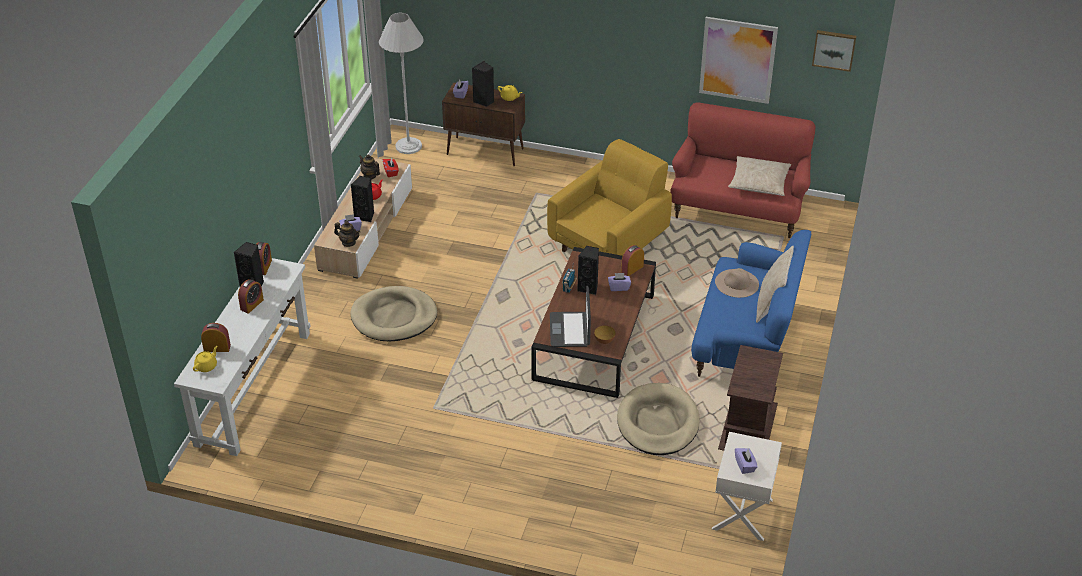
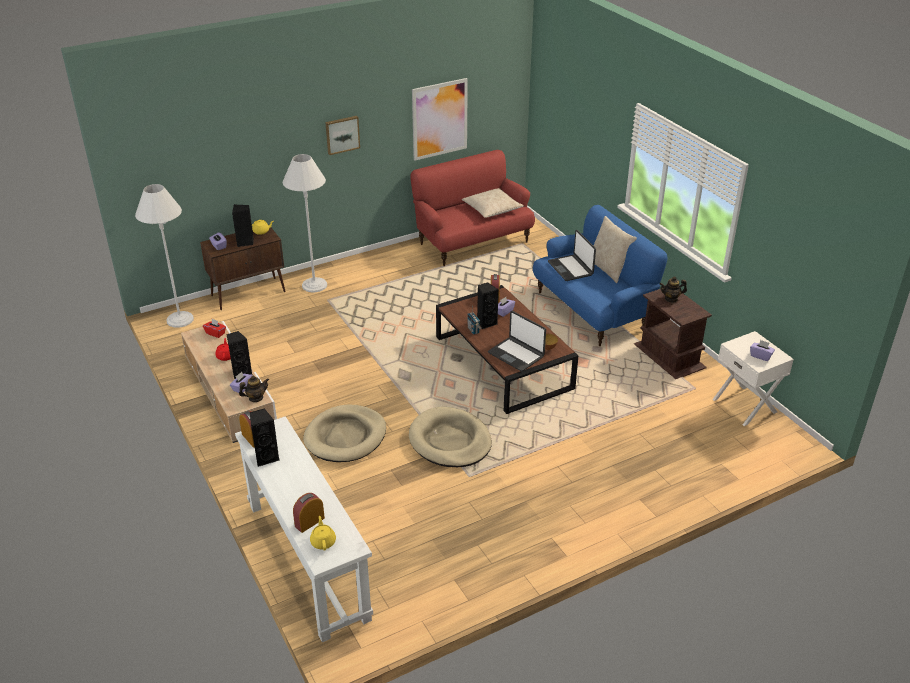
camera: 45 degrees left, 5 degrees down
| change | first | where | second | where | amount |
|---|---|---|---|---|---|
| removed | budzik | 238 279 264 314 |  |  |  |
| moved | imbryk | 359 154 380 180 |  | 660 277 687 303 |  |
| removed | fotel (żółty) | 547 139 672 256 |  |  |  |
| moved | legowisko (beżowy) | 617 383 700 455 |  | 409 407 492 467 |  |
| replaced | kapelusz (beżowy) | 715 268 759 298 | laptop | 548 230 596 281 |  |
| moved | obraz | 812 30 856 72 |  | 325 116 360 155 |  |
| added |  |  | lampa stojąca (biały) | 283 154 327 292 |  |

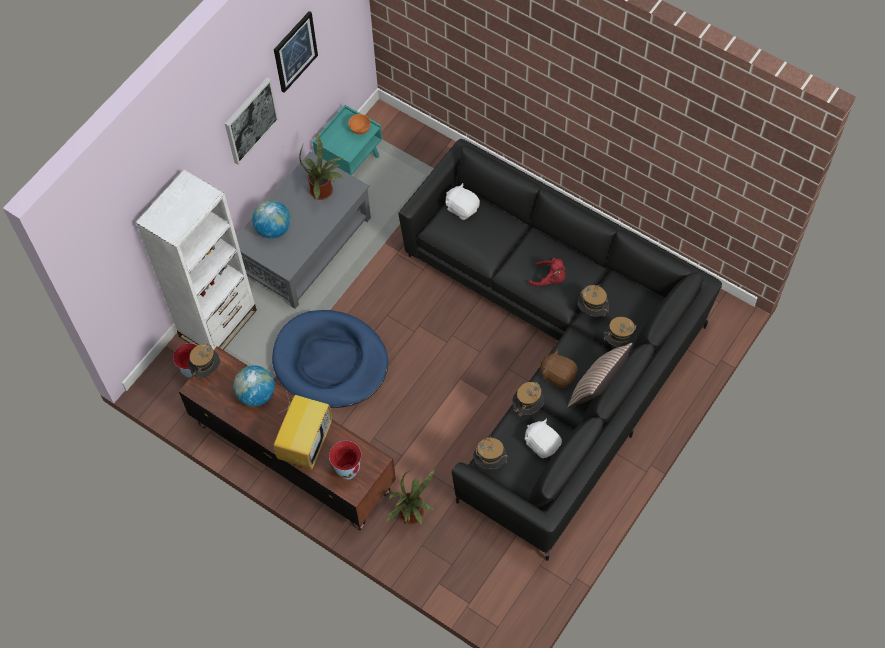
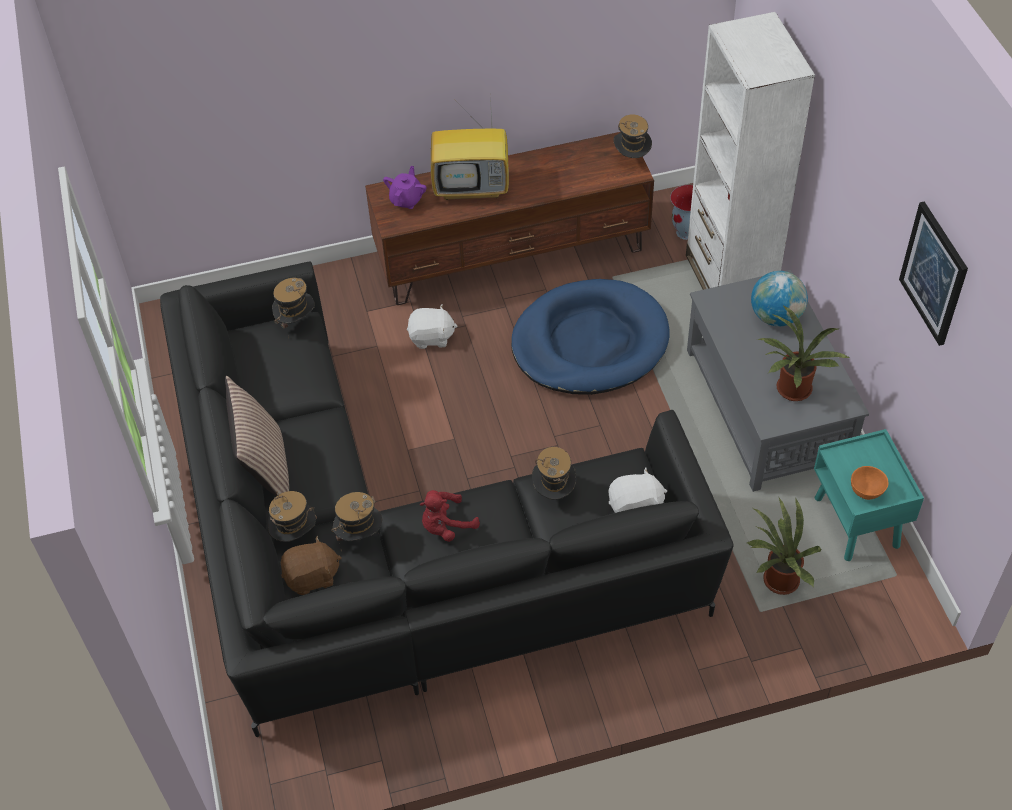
camera: 130 degrees right, 10 degrees down
| change | first | where | second | where | amount |
|---|---|---|---|---|---|
| removed | obraz | 225 77 279 165 |  |  |  |
| removed | globus | 233 365 275 407 |  |  |  |
| turned | telewizor | 274 391 332 469 |  | 431 95 509 200 | 60 degrees counterclockwise |
| replaced | wazon | 329 441 361 479 | imbryk (fioletowy) | 383 166 427 209 |  |
| moved | roślina doniczkowa | 386 469 435 524 |  | 747 498 821 595 |  |
| moved | kapelusz | 513 382 545 418 |  | 532 447 576 500 |  |
| moved | pluszak (biały) | 525 418 562 458 |  | 407 304 457 349 |  |
| moved | pluszak (brązowy) | 540 349 578 388 |  | 281 536 342 595 |  |

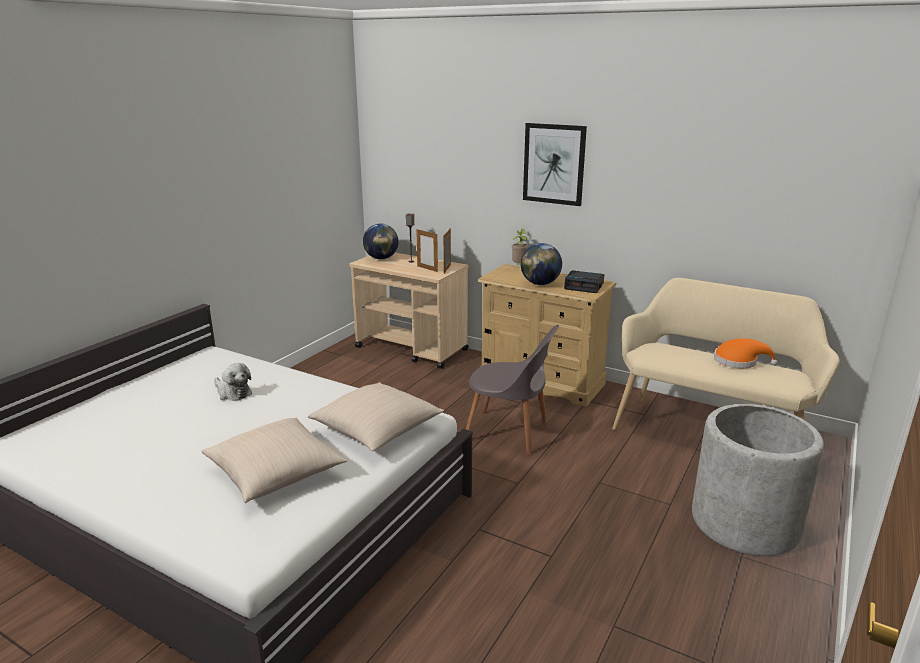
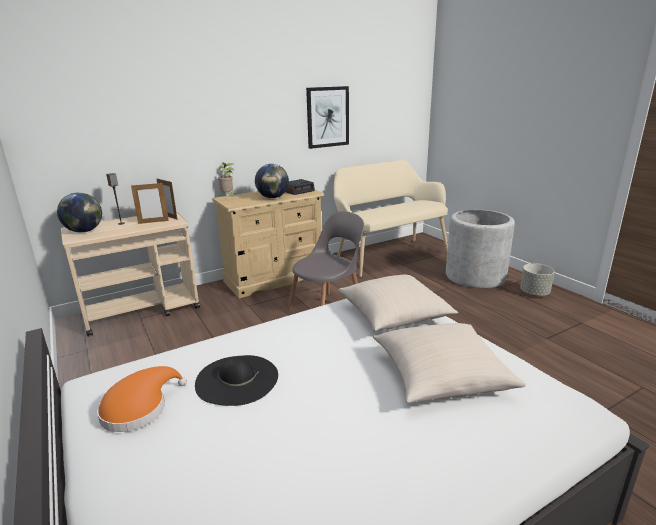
camera: 60 degrees left, 0 degrees up
| change | first | where | second | where | amount |
|---|---|---|---|---|---|
| replaced | pluszak | 214 363 252 401 | kapelusz (czarny) | 195 355 278 406 |  |
| moved | obraz | 523 123 587 206 |  | 306 86 349 149 |  |
| moved | kapelusz (pomarańczowy) | 714 338 778 368 |  | 97 366 187 432 |  |
| added |  |  | donica (szary) | 520 263 555 296 |  |

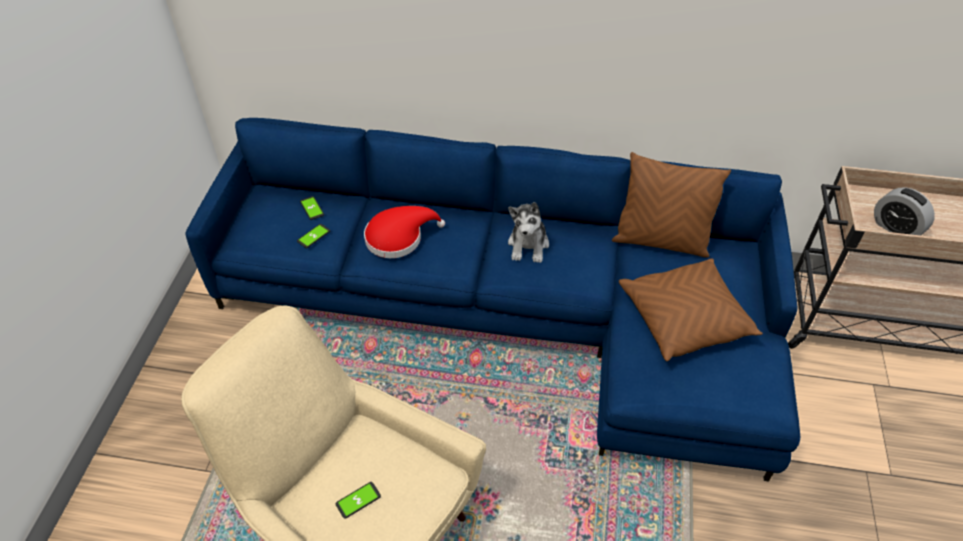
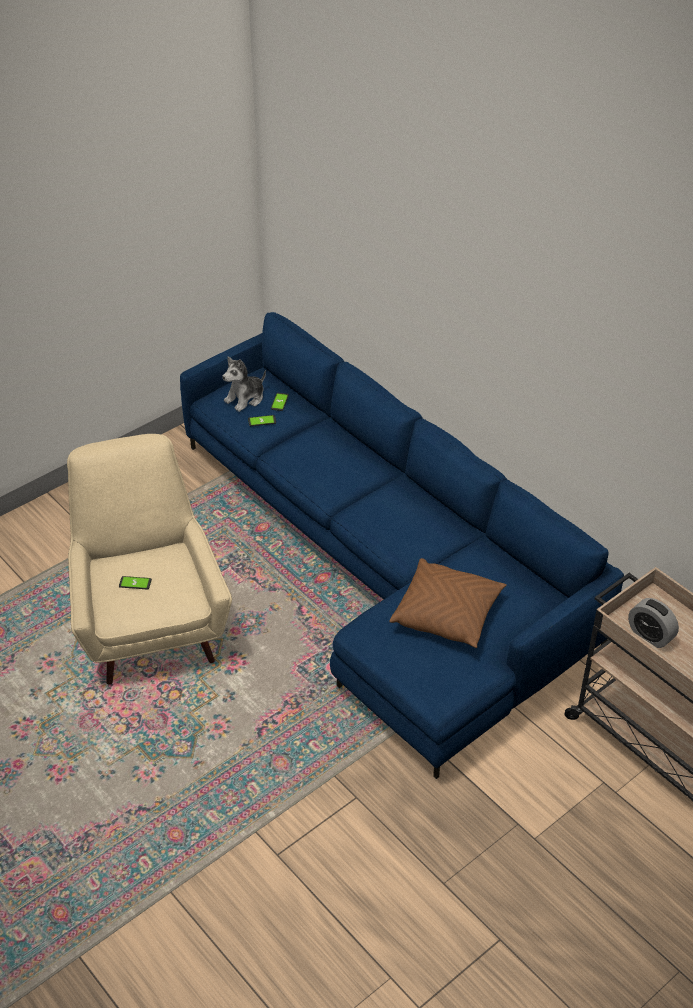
camera: 40 degrees right, 5 degrees down
| change | first | where | second | where | amount |
|---|---|---|---|---|---|
| removed | kapelusz (czerwony) | 364 206 445 258 |  |  |  |
| moved | pluszak | 508 202 549 263 |  | 222 356 266 412 |  |
| removed | poduszka (brązowy) | 612 152 731 258 |  |  |  |
| turned | budzik | 874 187 935 236 |  | 628 598 679 648 | 45 degrees counterclockwise |

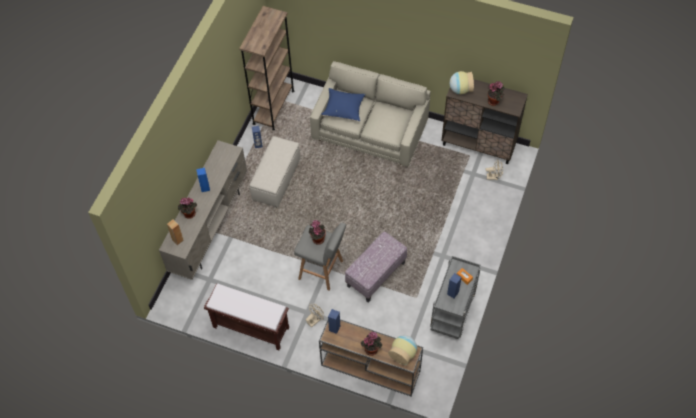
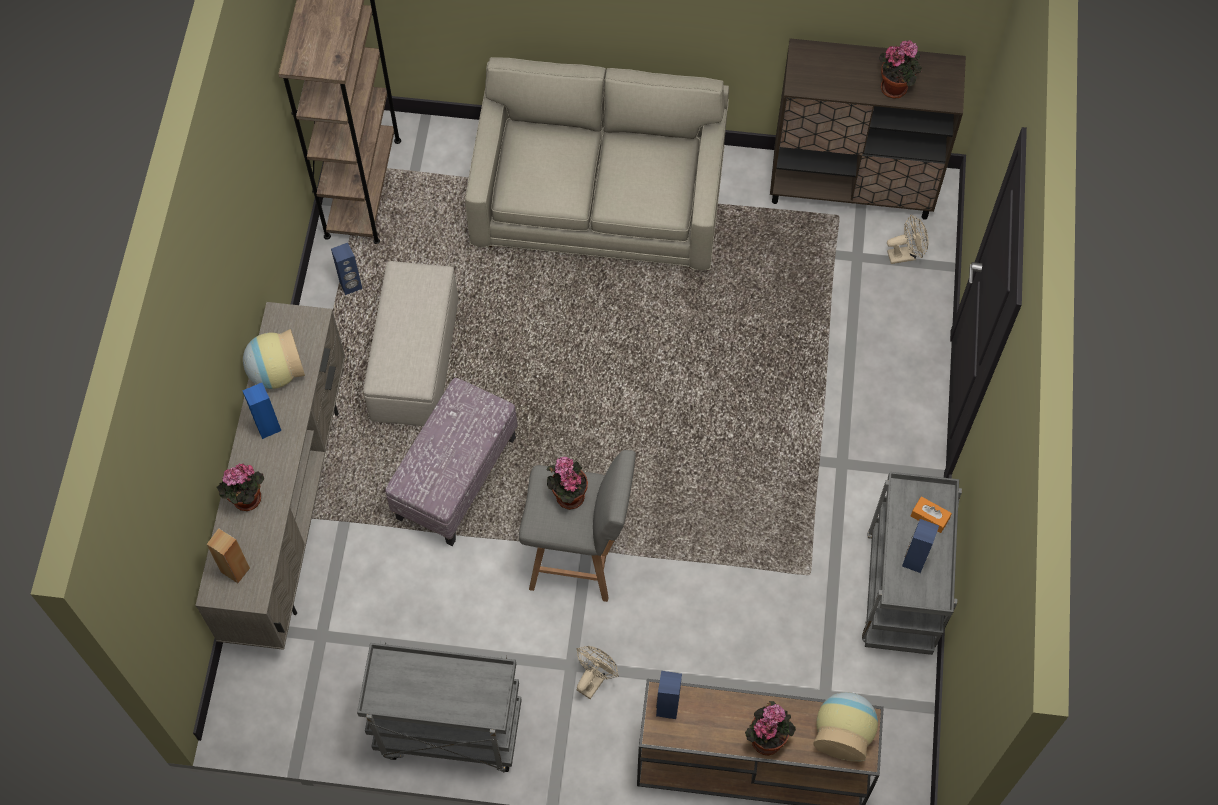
camera: 15 degrees left, 5 degrees up
| change | first | where | second | where | amount |
|---|---|---|---|---|---|
| replaced | ławka (brązowy) | 204 283 289 350 | wózek (szary) | 357 641 522 772 |  |
| removed | poduszka (niebieski) | 321 88 366 121 |  |  |  |
| moved | pufa | 345 231 407 303 |  | 385 378 518 546 |  |
| moved | wazon | 450 71 474 94 |  | 243 329 305 389 |  |

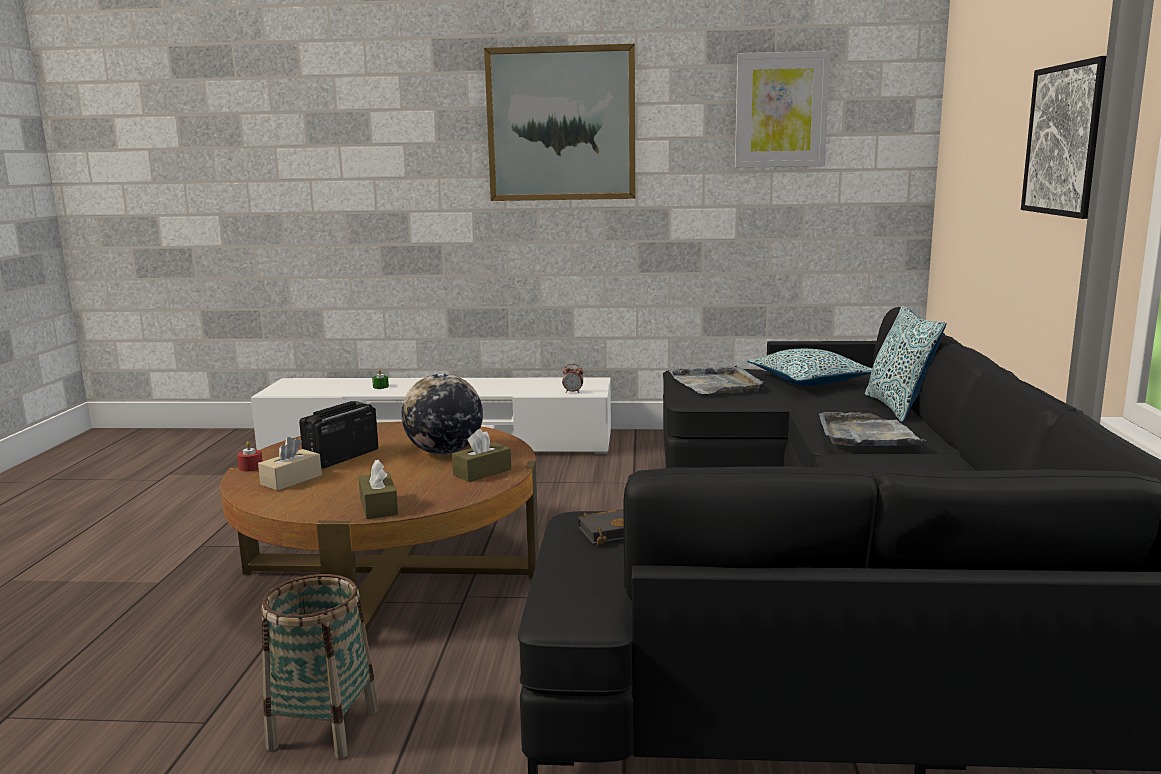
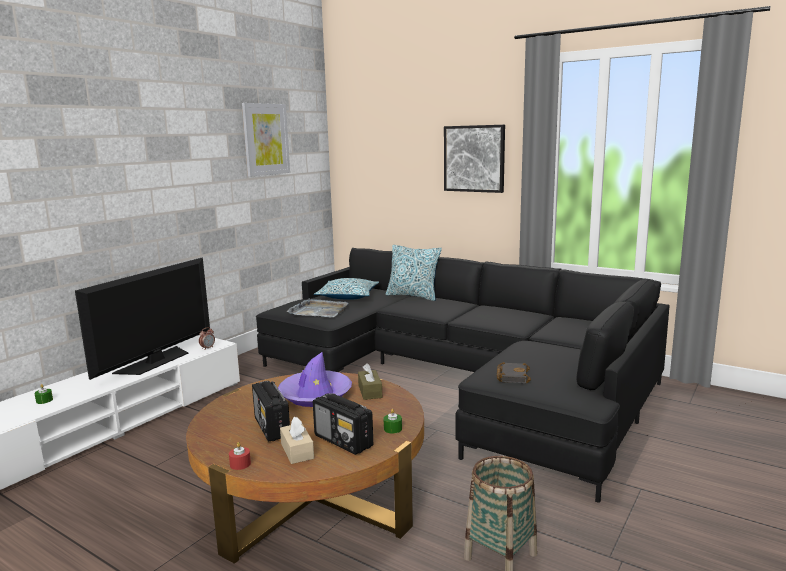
camera: 60 degrees left, 0 degrees up
| change | first | where | second | where | amount |
|---|---|---|---|---|---|
| replaced | pudełko chusteczek (brązowy) | 358 459 398 519 | świeca (zielony) | 384 409 402 434 |  |
| replaced | globus | 401 374 483 455 | kapelusz (fioletowy) | 278 352 352 407 |  |
| removed | obraz | 484 44 635 201 |  |  |  |
| removed | taca (szary) | 819 412 927 446 |  |  |  |
| added |  |  | telewizor | 75 258 210 380 |  |
| added |  |  | radio | 313 393 373 455 |  |

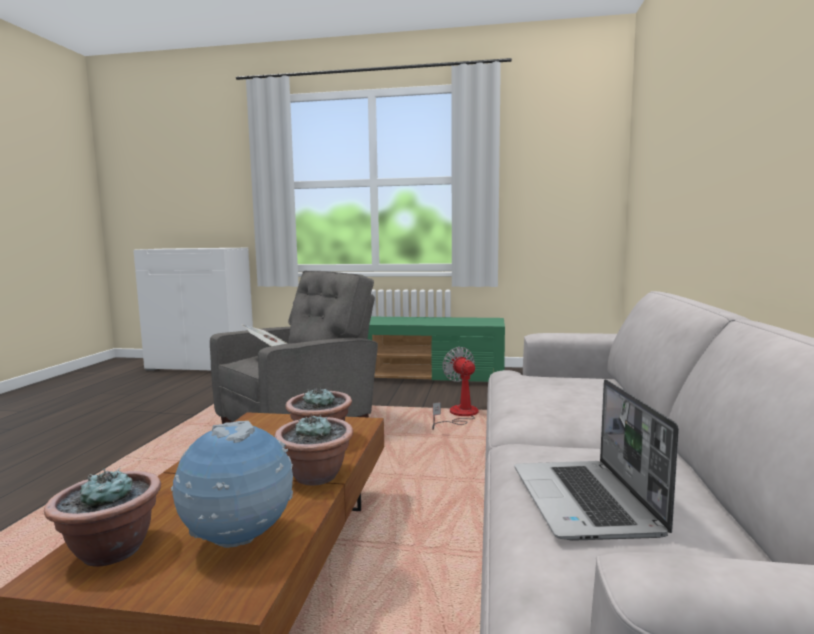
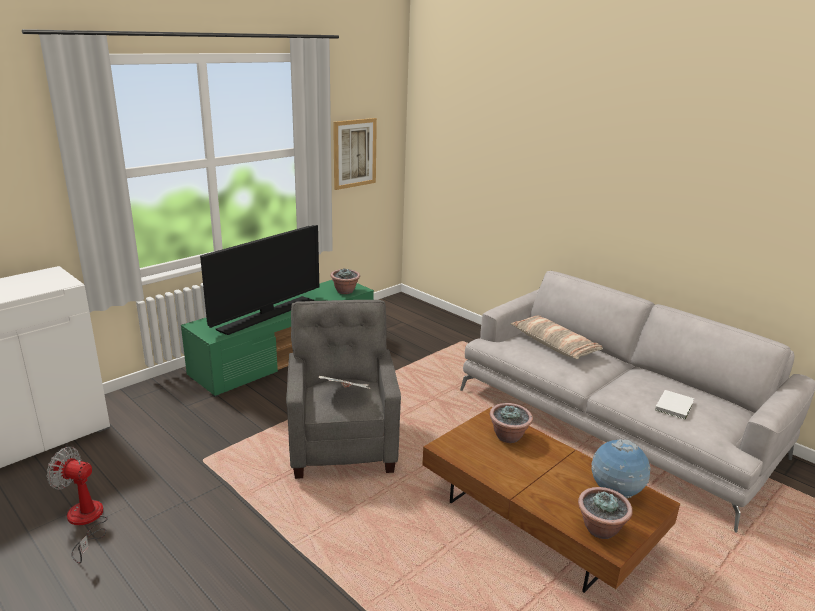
camera: 55 degrees left, 15 degrees up
| change | first | where | second | where | amount |
|---|---|---|---|---|---|
| moved | roślina doniczkowa | 274 414 353 486 |  | 330 269 360 294 |  |
| moved | wentylator | 432 347 478 430 |  | 47 447 108 563 |  |
| replaced | laptop | 514 379 679 541 | książka (biały) | 655 390 694 420 |  |
| added |  |  | telewizor | 200 225 319 335 |  |
| added |  |  | obraz | 333 118 377 190 |  |
| added |  |  | poduszka | 510 315 603 359 |  |

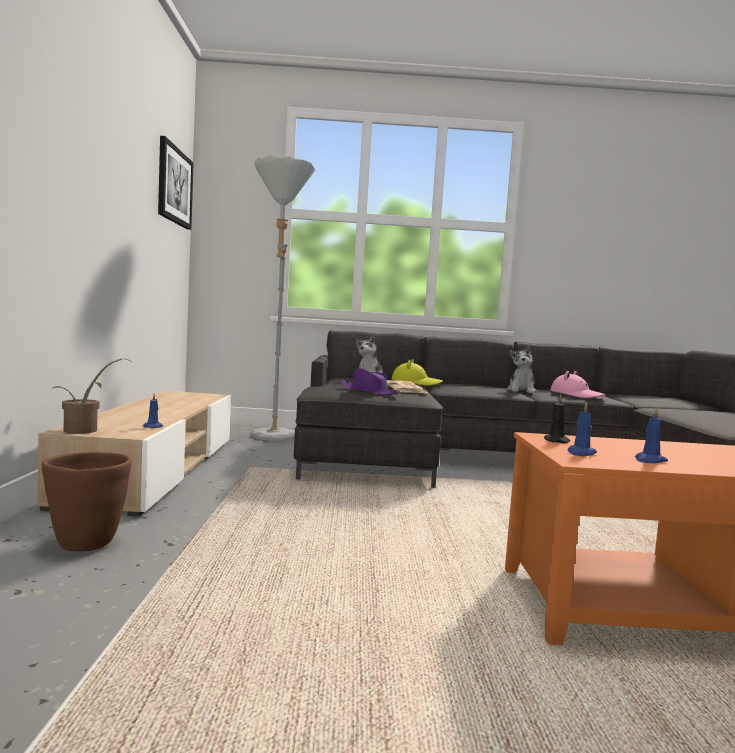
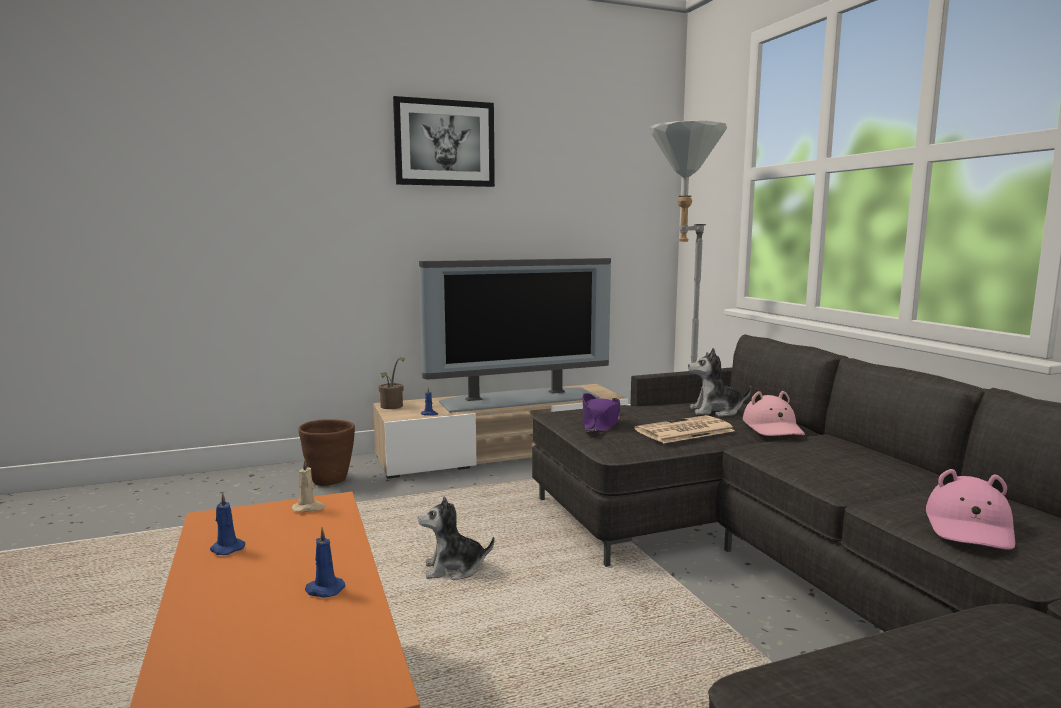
camera: 70 degrees right, 5 degrees up
| change | first | where | second | where | amount |
|---|---|---|---|---|---|
| moved | obraz | 158 136 194 230 |  | 393 96 495 187 |  |
| recoloured | kapelusz (żółty) | 392 359 443 386 | kapelusz (różowy) | 743 391 805 436 |  |
| moved | pluszak | 507 345 536 393 |  | 418 496 495 580 |  |
| recoloured | świeca (czarny) | 544 394 570 443 | świeca (beżowy) | 292 459 326 512 |  |
| moved | świeca (niebieski) | 567 401 597 456 |  | 305 527 345 598 |  |
| added |  |  | telewizor | 419 258 611 413 |  |

